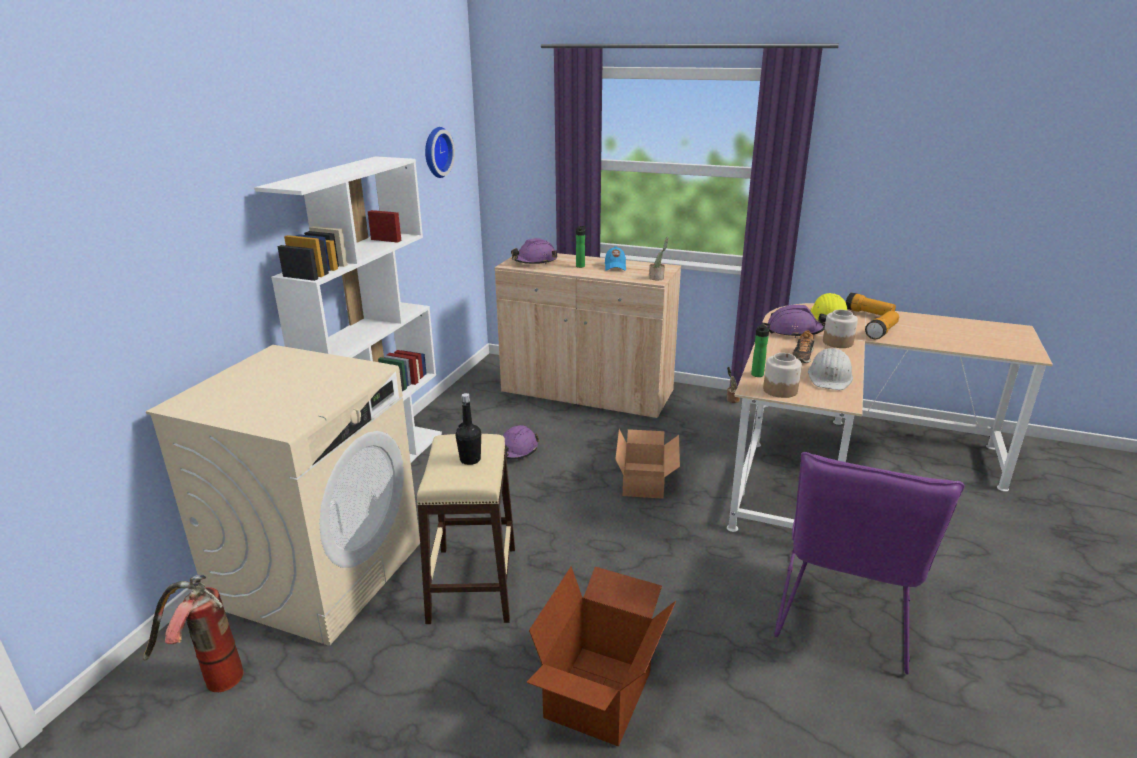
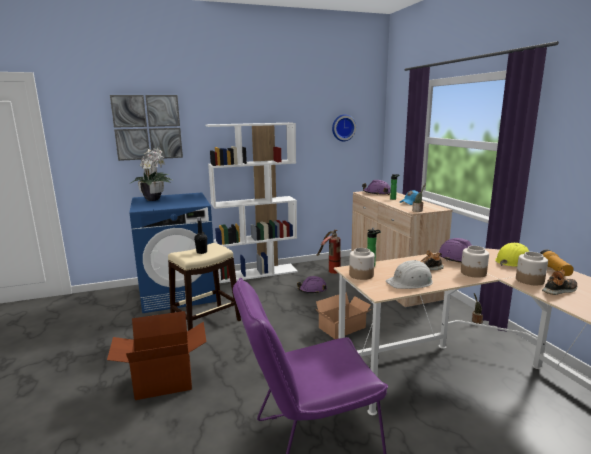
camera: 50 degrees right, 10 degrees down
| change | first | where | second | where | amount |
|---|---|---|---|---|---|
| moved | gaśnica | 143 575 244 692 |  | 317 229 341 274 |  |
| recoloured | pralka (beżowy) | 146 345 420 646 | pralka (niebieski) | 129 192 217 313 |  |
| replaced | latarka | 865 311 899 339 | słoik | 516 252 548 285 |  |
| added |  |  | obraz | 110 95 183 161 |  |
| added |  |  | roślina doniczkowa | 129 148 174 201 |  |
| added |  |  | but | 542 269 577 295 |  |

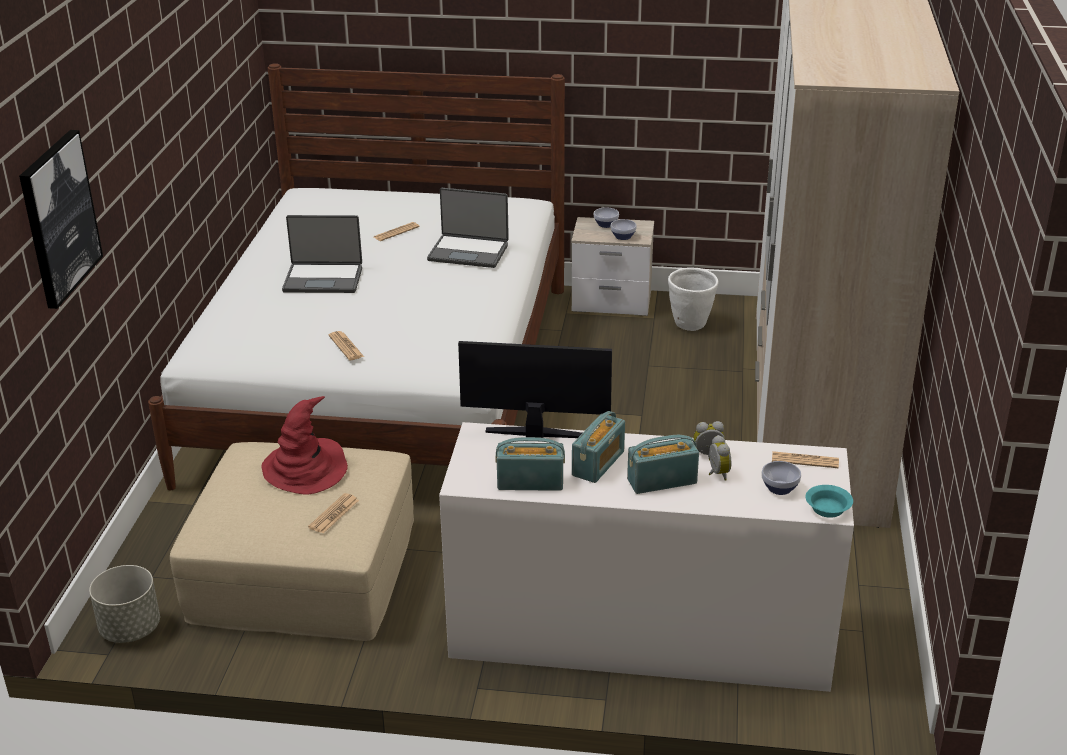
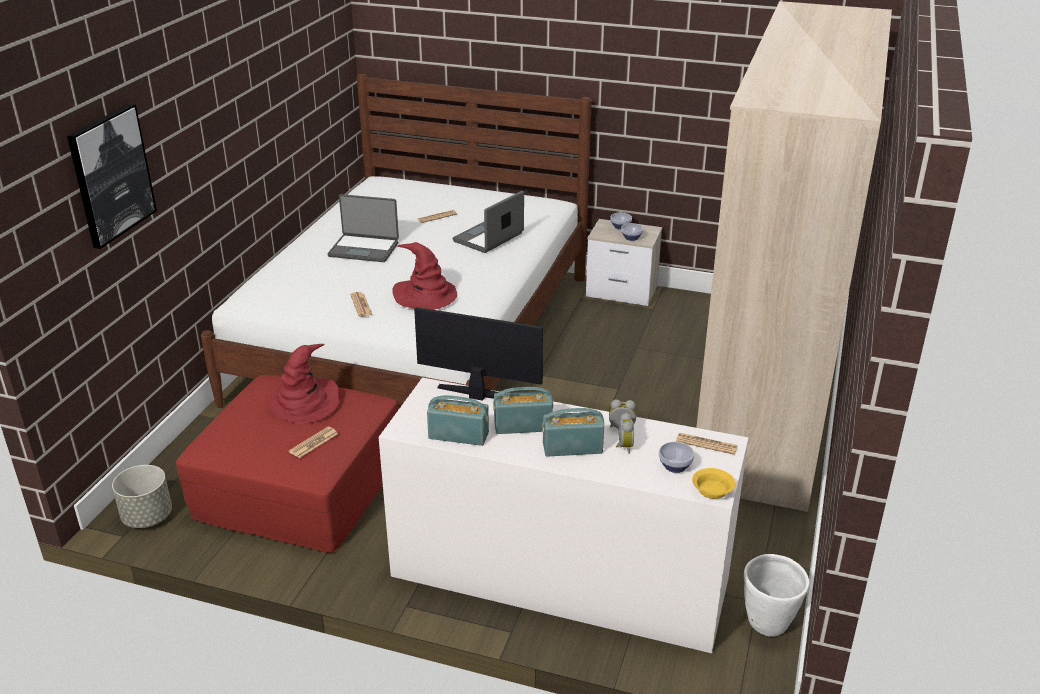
camera: 10 degrees right, 0 degrees up
| change | first | where | second | where | amount |
|---|---|---|---|---|---|
| recoloured | pufa (beżowy) | 170 442 414 641 | pufa (czerwony) | 176 375 398 553 |  |
| turned | laptop | 427 188 509 268 |  | 453 191 524 253 | 105 degrees clockwise |
| turned | radio | 572 411 625 483 |  | 493 387 553 434 | 135 degrees counterclockwise |
| moved | donica (biały) | 668 267 719 331 |  | 744 554 810 637 |  |
| recoloured | miska (turkusowy) | 806 485 853 518 | miska (żółty) | 692 468 735 499 |  |
| added |  |  | kapelusz (czerwony) | 392 242 457 310 |  |

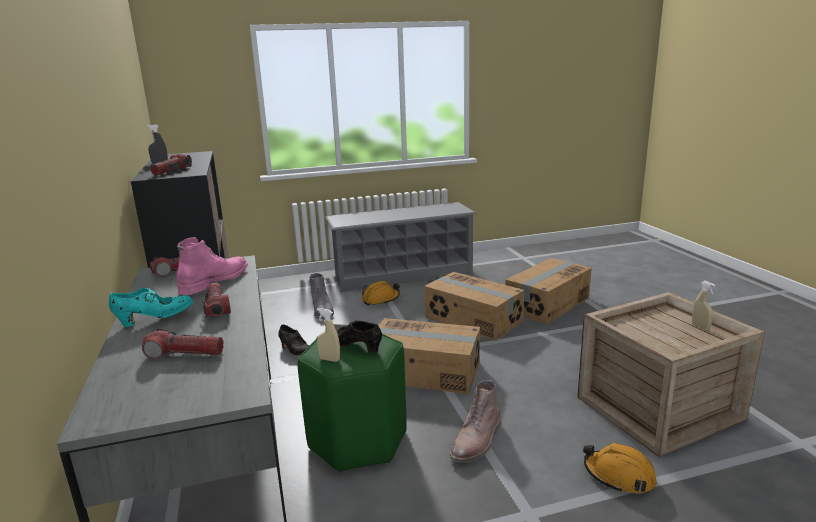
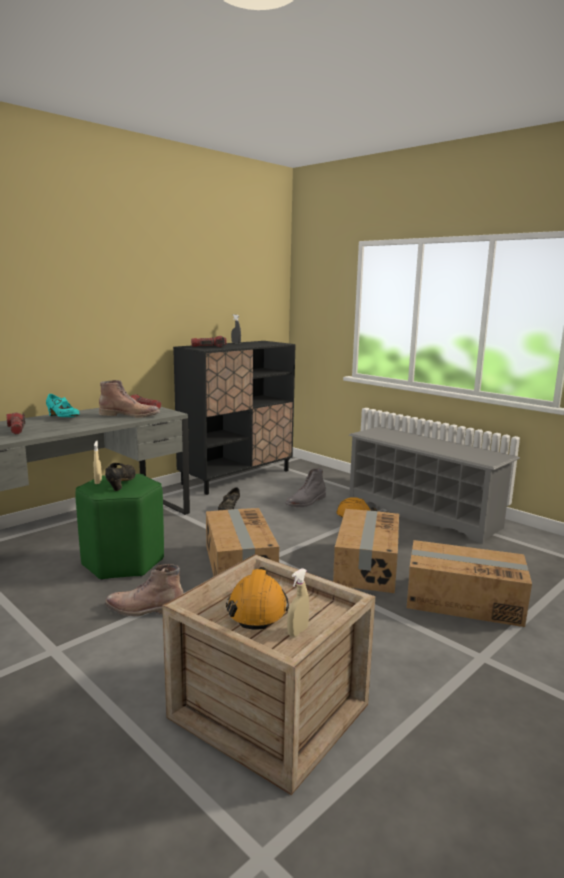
camera: 60 degrees right, 5 degrees down
| change | first | where | second | where | amount |
|---|---|---|---|---|---|
| recoloured | but z cholewką (różowy) | 176 237 248 295 | but z cholewką (brązowy) | 99 380 160 418 |  |
| removed | latarka | 203 282 231 318 |  |  |  |
| moved | kask (pomarańczowy) | 583 443 657 493 |  | 226 567 289 629 |  |

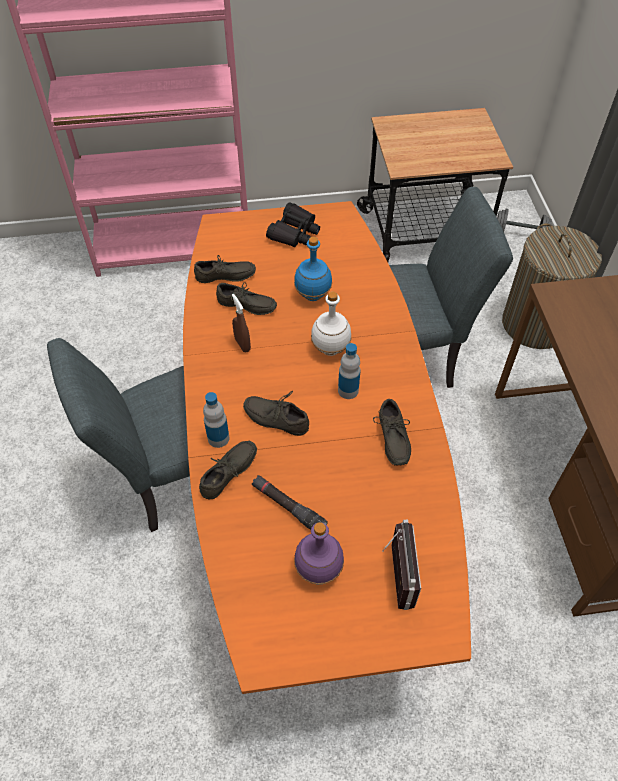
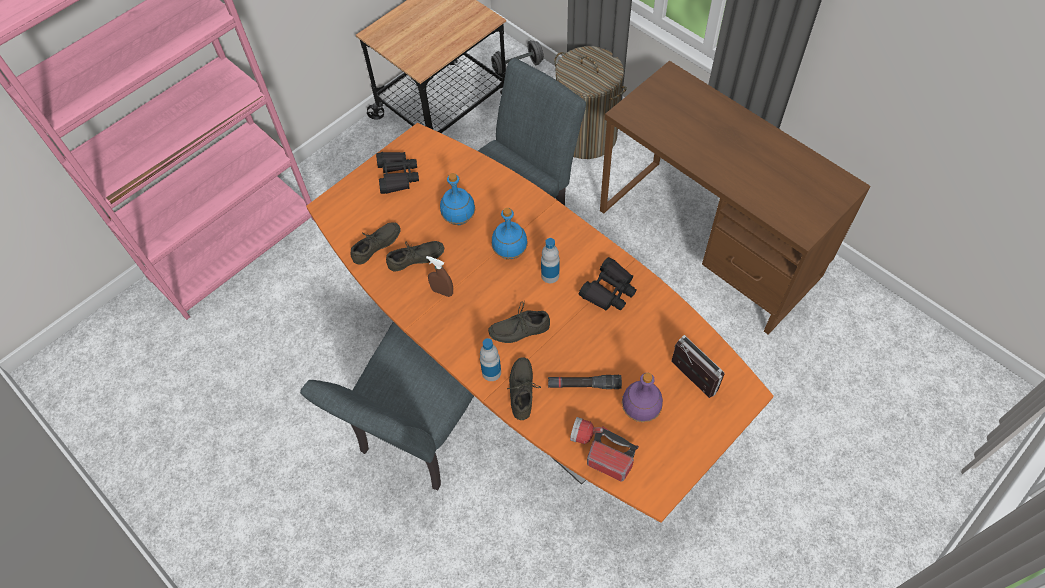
camera: 35 degrees left, 5 degrees up
| change | first | where | second | where | amount |
|---|---|---|---|---|---|
| recoloured | butelka (biały) | 311 292 351 356 | butelka (niebieski) | 492 208 528 259 |  |
| replaced | but (szary) | 373 399 411 466 | lornetka (czarny) | 579 257 637 311 |  |
| added |  |  | latarka | 570 417 639 482 |  |

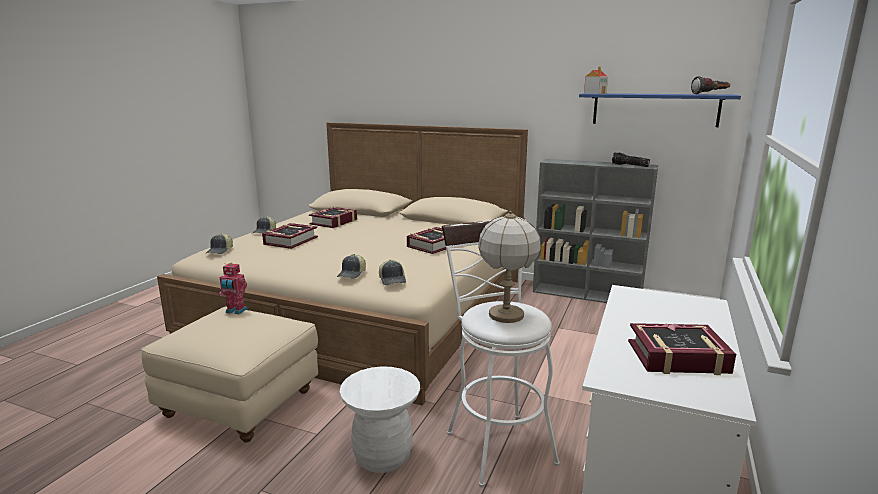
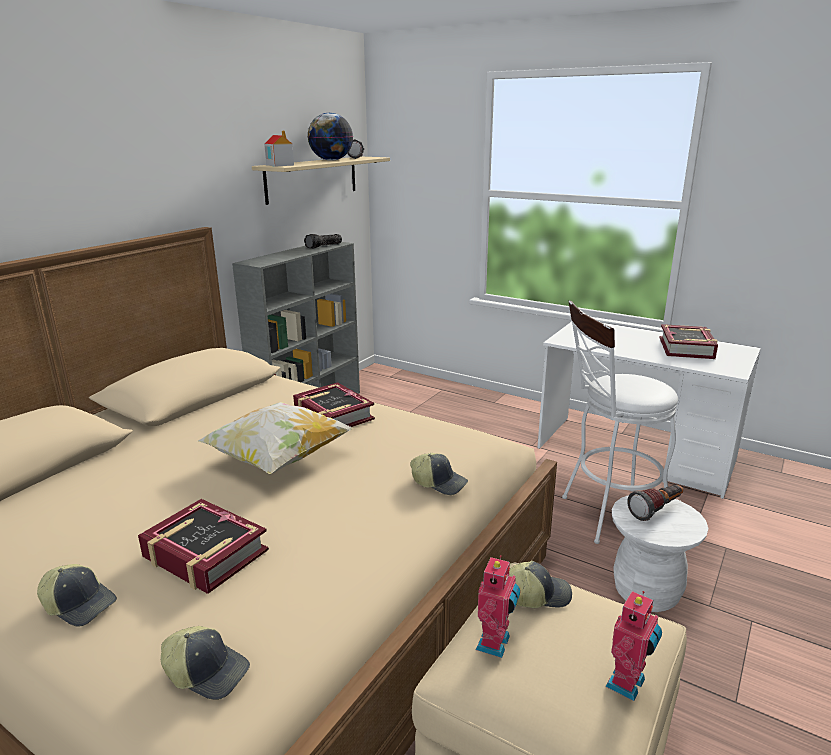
camera: 80 degrees left, 5 degrees up
| change | first | where | second | where | amount |
|---|---|---|---|---|---|
| removed | książka | 309 207 357 228 |  |  |  |
| moved | czapka z daszkiem | 379 260 406 285 |  | 509 561 572 608 |  |
| removed | lampa stołowa | 478 211 541 323 |  |  |  |
| recoloured | półka (niebieski) | 579 93 741 127 | półka (beżowy) | 252 157 390 205 |  |
| added |  |  | poduszka | 198 402 354 475 |  |
| added |  |  | globus | 308 113 353 161 |  |
| added |  |  | robot zabawkowy | 605 591 662 701 |  |
| added |  |  | latarka | 627 485 684 521 |  |

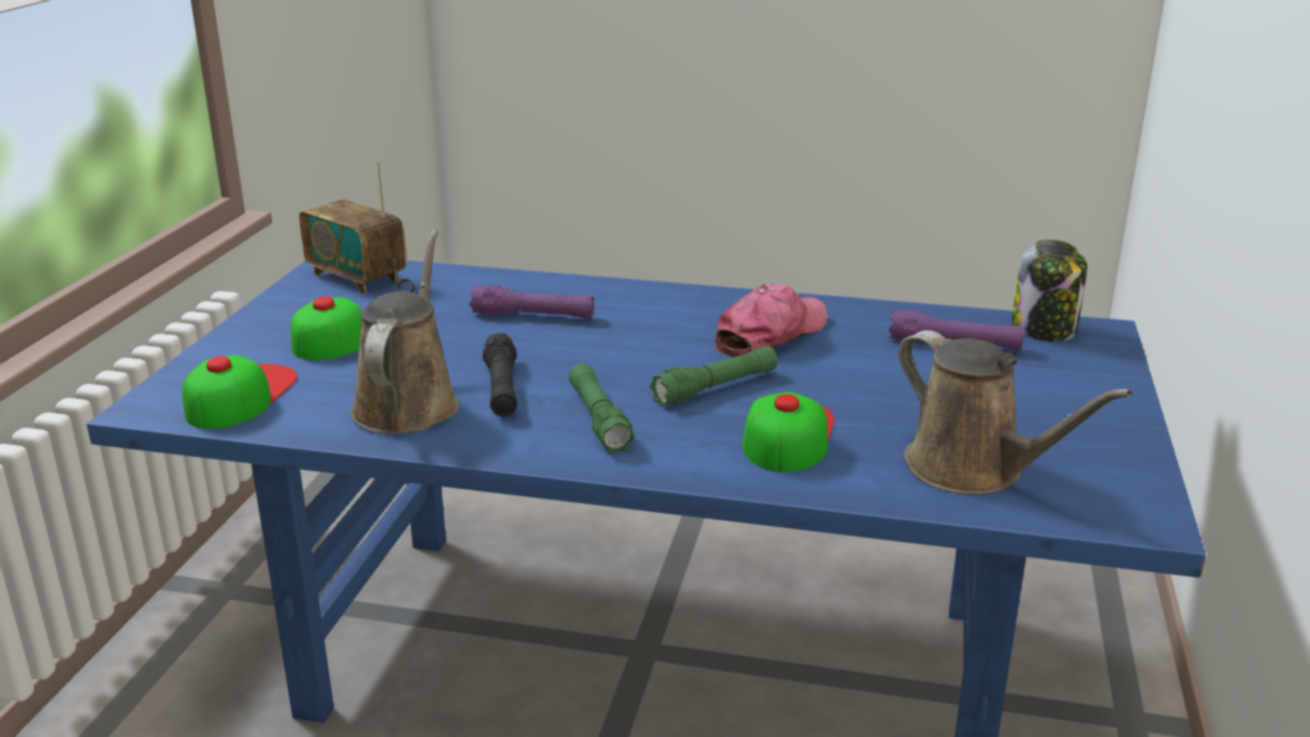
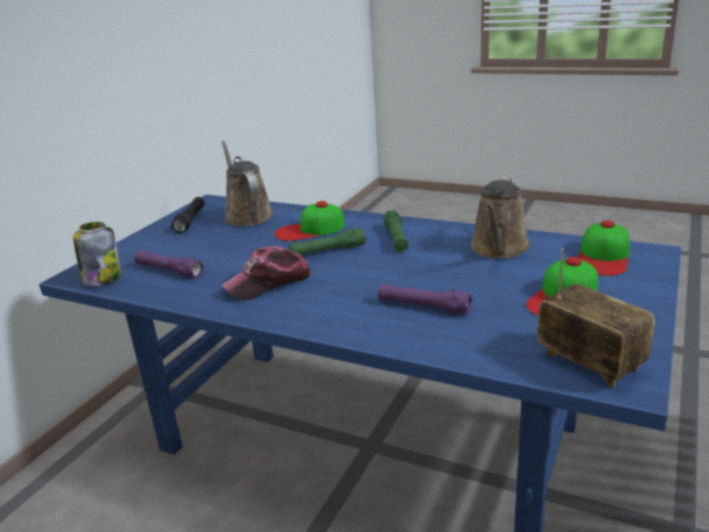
camera: 165 degrees left, 0 degrees up
| change | first | where | second | where | amount |
|---|---|---|---|---|---|
| moved | latarka (czarny) | 483 333 517 417 |  | 171 197 205 233 |  |
| turned | czapka z daszkiem | 743 392 834 472 |  | 274 201 345 241 | 45 degrees clockwise |

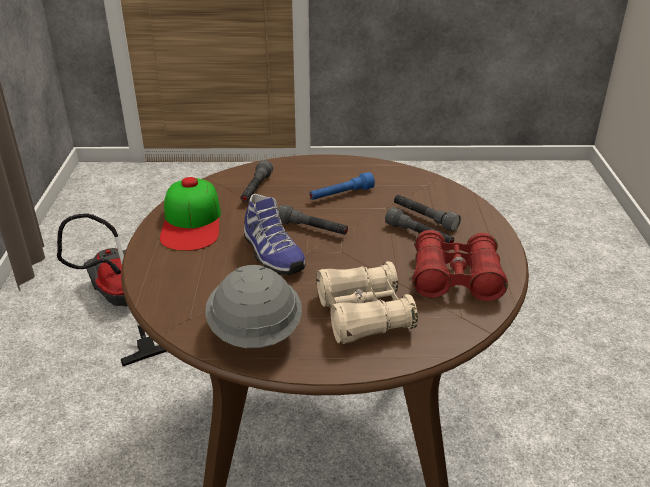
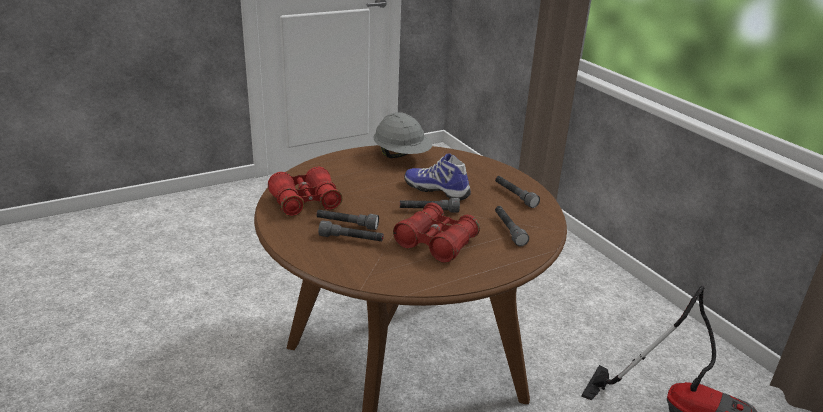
camera: 150 degrees right, 5 degrees down
| change | first | where | second | where | amount |
|---|---|---|---|---|---|
| replaced | czapka z daszkiem | 160 177 221 251 | latarka (szary) | 495 176 540 208 |  |
| replaced | latarka (niebieski) | 310 172 375 200 | lornetka (czerwony) | 393 203 480 263 |  |
| removed | lornetka (beżowy) | 317 261 418 344 |  |  |  |

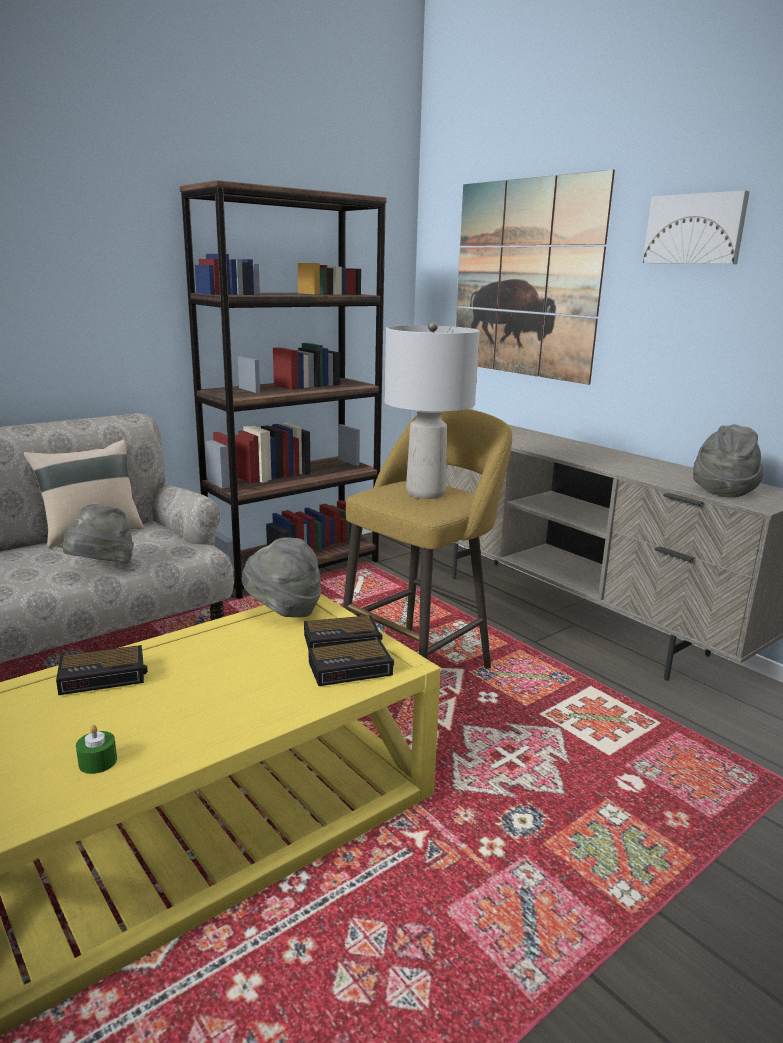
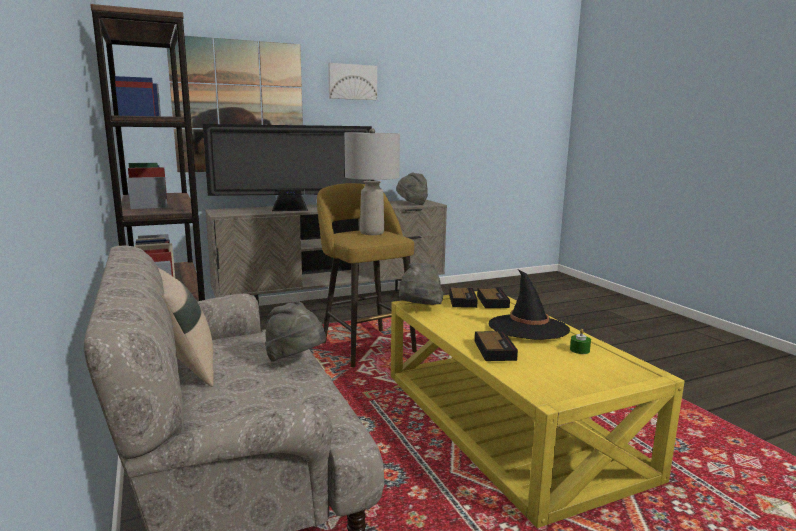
camera: 75 degrees left, 5 degrees down
| change | first | where | second | where | amount |
|---|---|---|---|---|---|
| added |  |  | telewizor | 203 124 372 211 |  |
| added |  |  | kapelusz (czarny) | 488 269 570 340 |  |

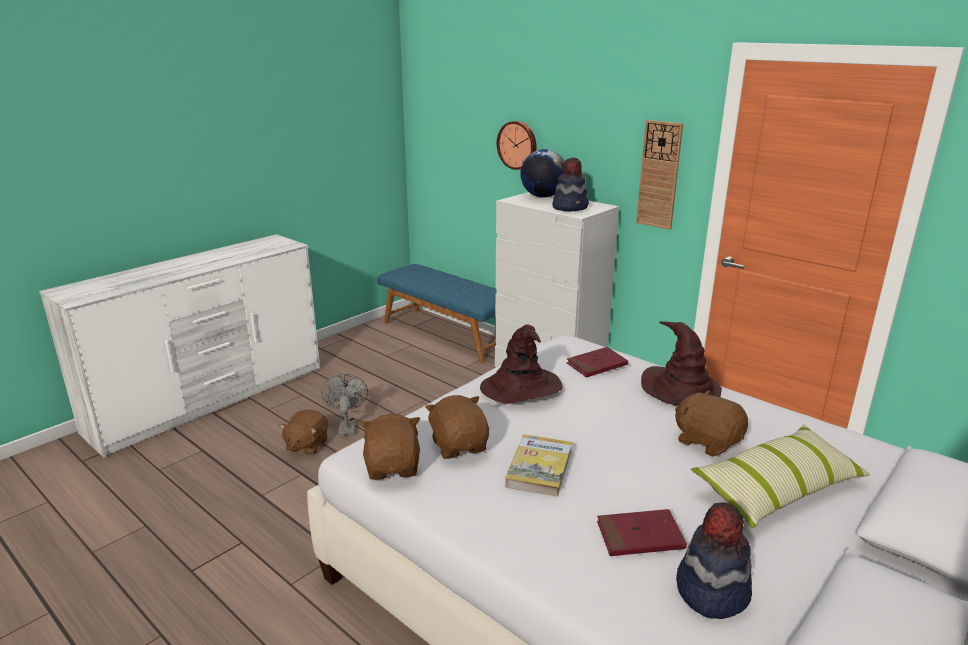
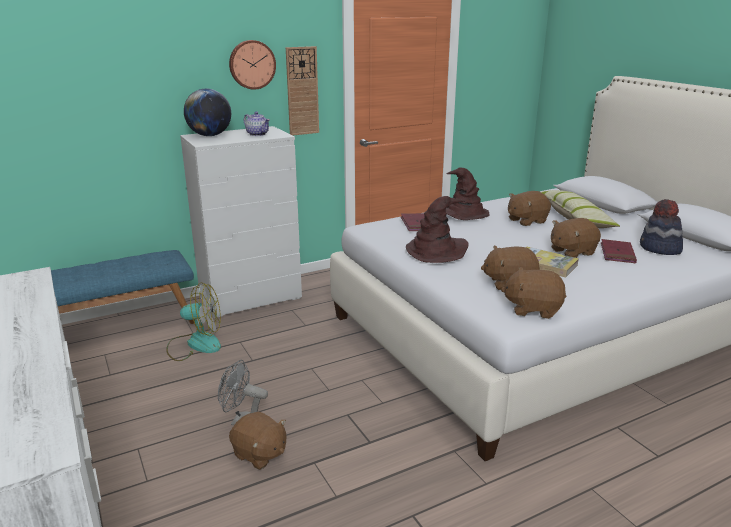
camera: 70 degrees left, 0 degrees up
| change | first | where | second | where | amount |
|---|---|---|---|---|---|
| moved | zegar ścienny | 497 121 537 170 |  | 229 40 276 90 |  |
| replaced | kapelusz | 552 157 589 211 | imbryk | 244 112 270 136 |  |
| added |  |  | wentylator | 166 282 221 361 |  |
| added |  |  | pluszak (brązowy) | 551 218 601 258 |  |

